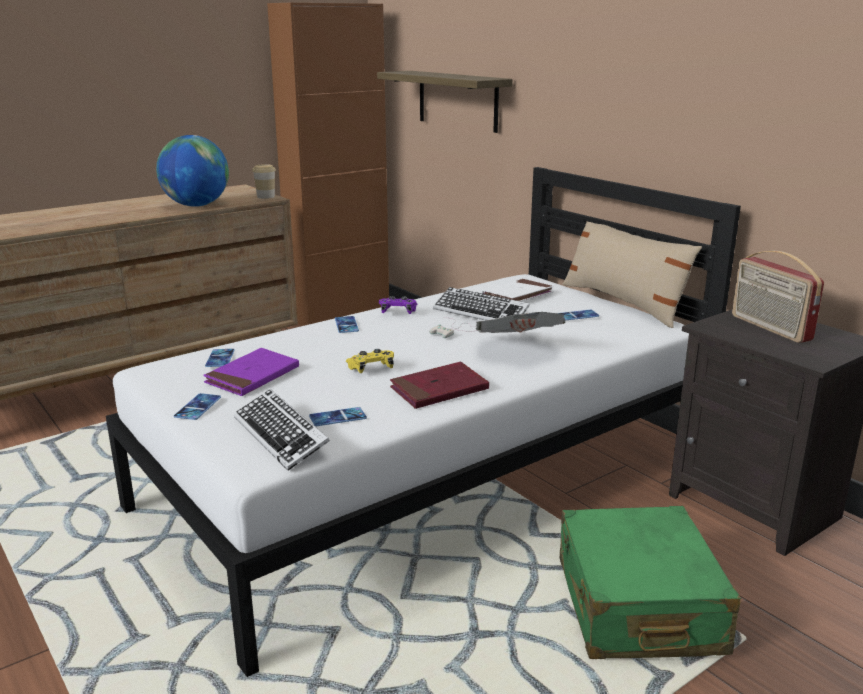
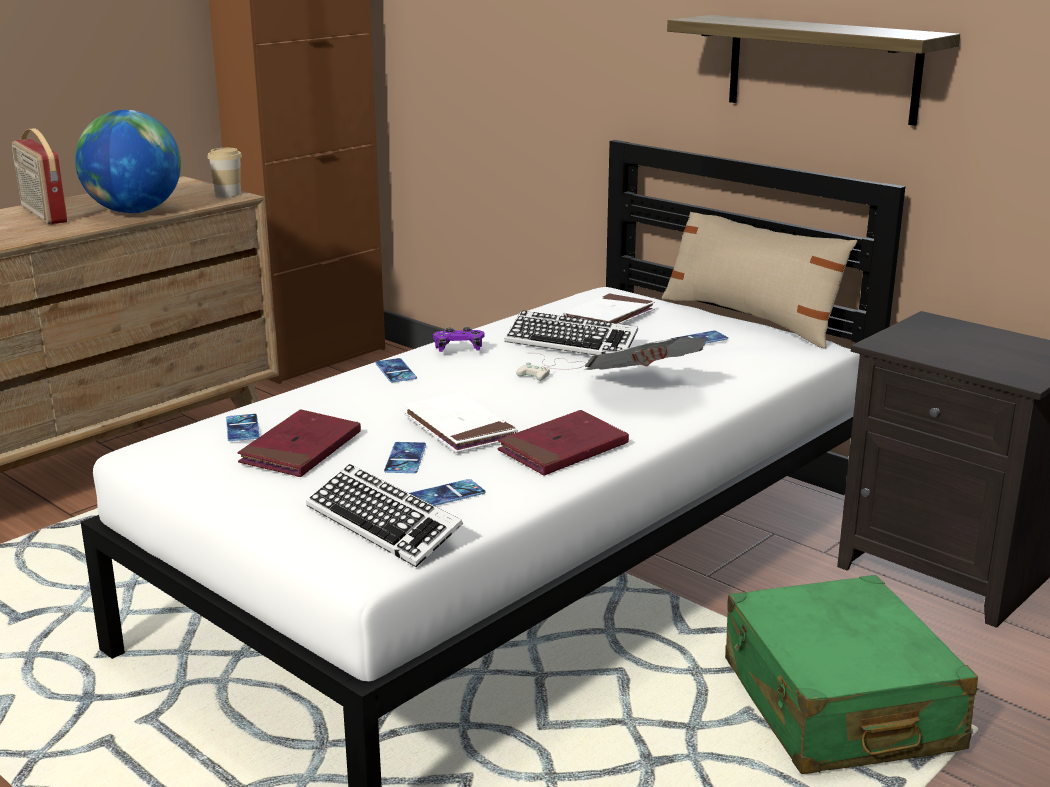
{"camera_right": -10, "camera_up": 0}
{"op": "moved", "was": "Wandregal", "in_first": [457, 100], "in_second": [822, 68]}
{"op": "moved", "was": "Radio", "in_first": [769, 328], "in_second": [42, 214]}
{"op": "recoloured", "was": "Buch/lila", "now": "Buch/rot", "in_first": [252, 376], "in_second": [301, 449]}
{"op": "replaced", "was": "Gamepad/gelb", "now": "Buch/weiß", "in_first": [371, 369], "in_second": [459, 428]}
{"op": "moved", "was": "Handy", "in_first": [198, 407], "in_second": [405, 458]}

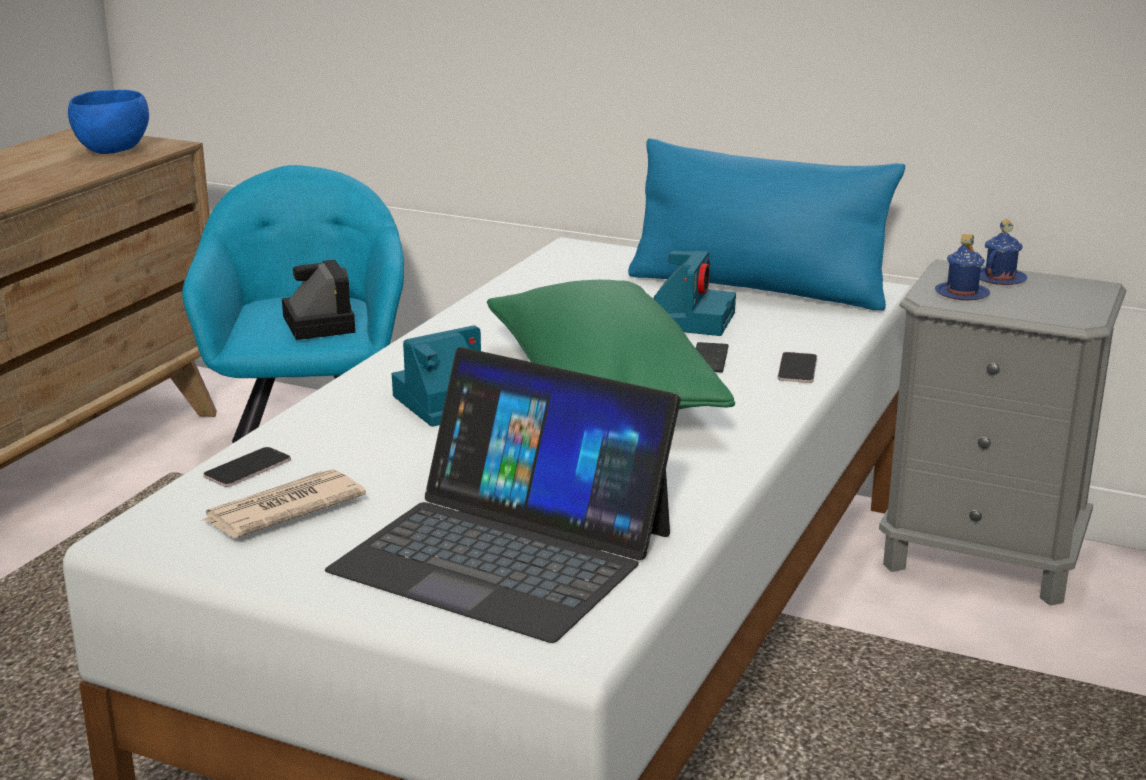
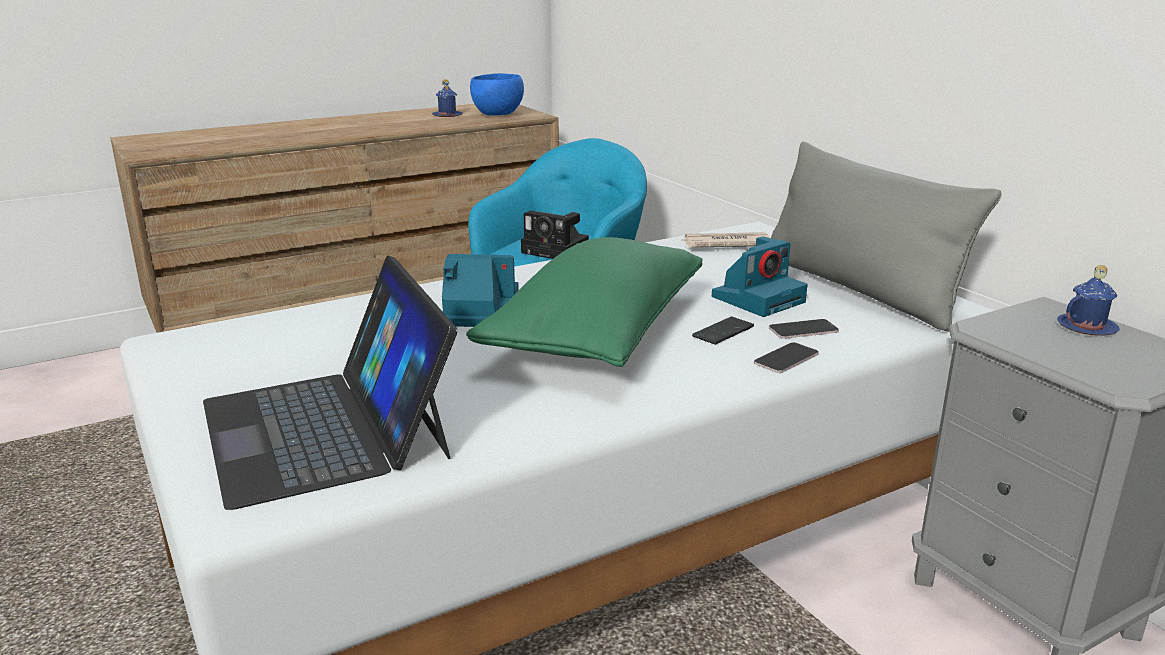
{"camera_right": 35, "camera_up": 0}
{"op": "recoloured", "was": "Kissen/blau", "now": "Kissen/grau", "in_first": [757, 288], "in_second": [857, 288]}
{"op": "moved", "was": "Henkelbecher/blau", "in_first": [962, 294], "in_second": [447, 115]}
{"op": "turned", "was": "Kamera", "in_first": [317, 323], "in_second": [558, 251], "clockwise": 105}
{"op": "moved", "was": "Handy", "in_first": [247, 468], "in_second": [803, 330]}
{"op": "moved", "was": "Zeitung", "in_first": [282, 510], "in_second": [726, 244]}

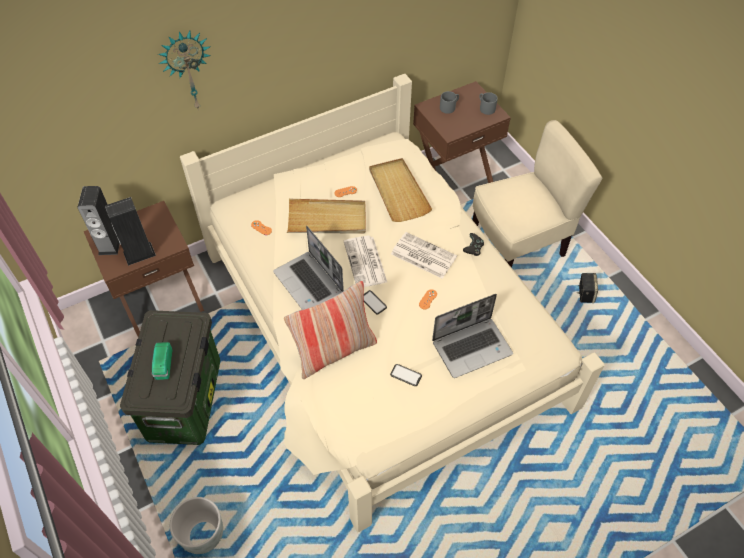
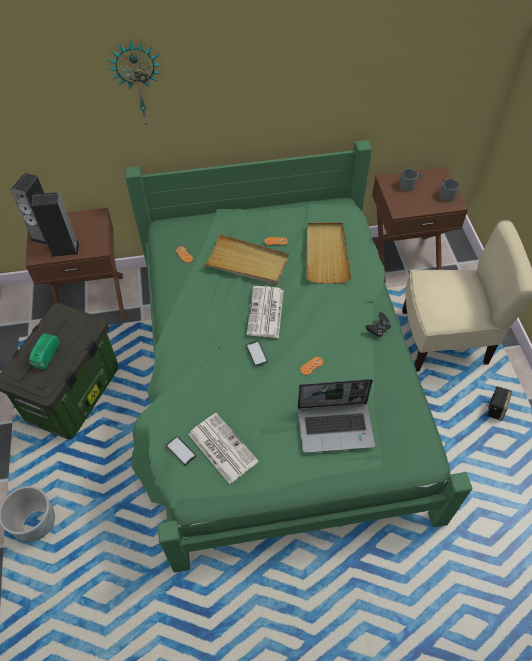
{"camera_right": 20, "camera_up": 0}
{"op": "recoloured", "was": "Bett/beige", "now": "Bett/grün", "in_first": [381, 328], "in_second": [276, 382]}
{"op": "removed", "was": "Laptop", "in_first": [309, 283]}
{"op": "moved", "was": "Zeitung", "in_first": [422, 255], "in_second": [221, 447]}
{"op": "removed", "was": "Kissen", "in_first": [334, 351]}
{"op": "moved", "was": "Handy", "in_first": [406, 375], "in_second": [181, 451]}

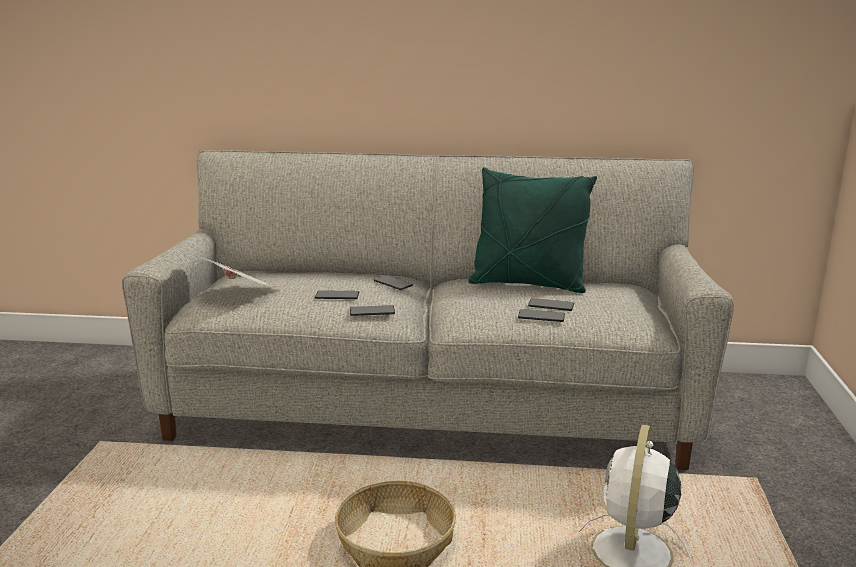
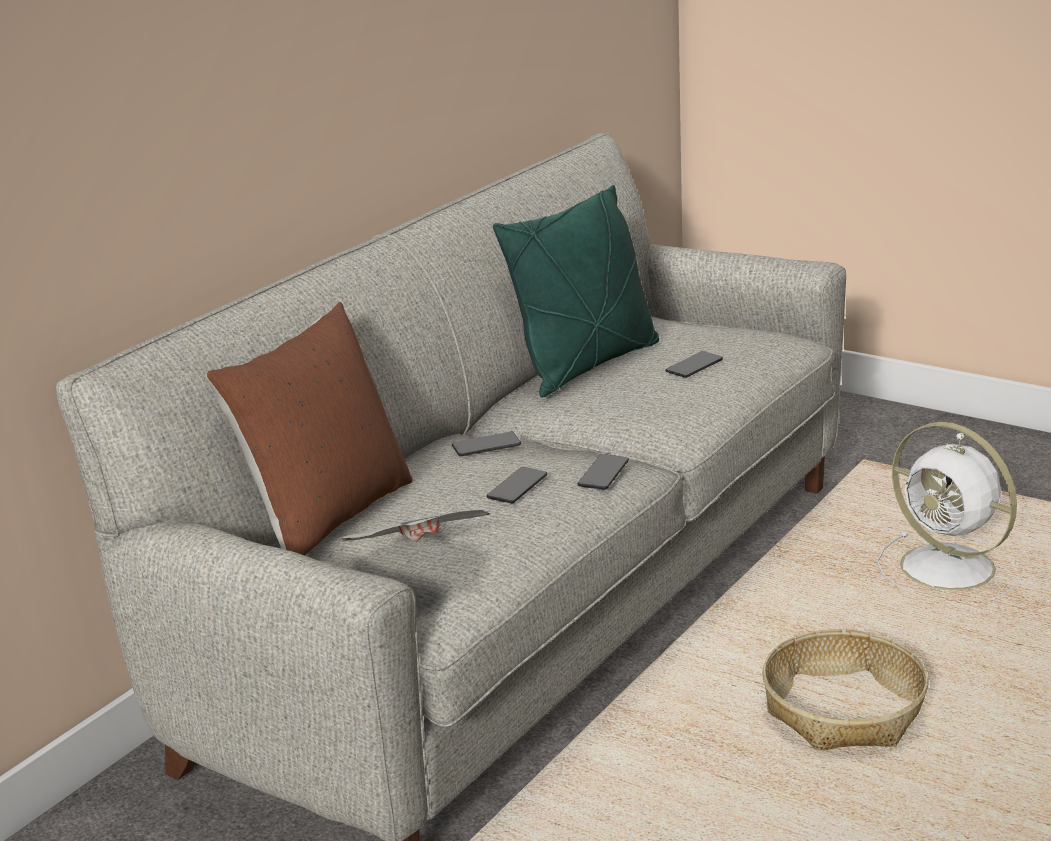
{"camera_right": -60, "camera_up": 5}
{"op": "removed", "was": "Handy", "in_first": [541, 317]}
{"op": "added", "now": "Kissen/braun", "in_second": [327, 517]}

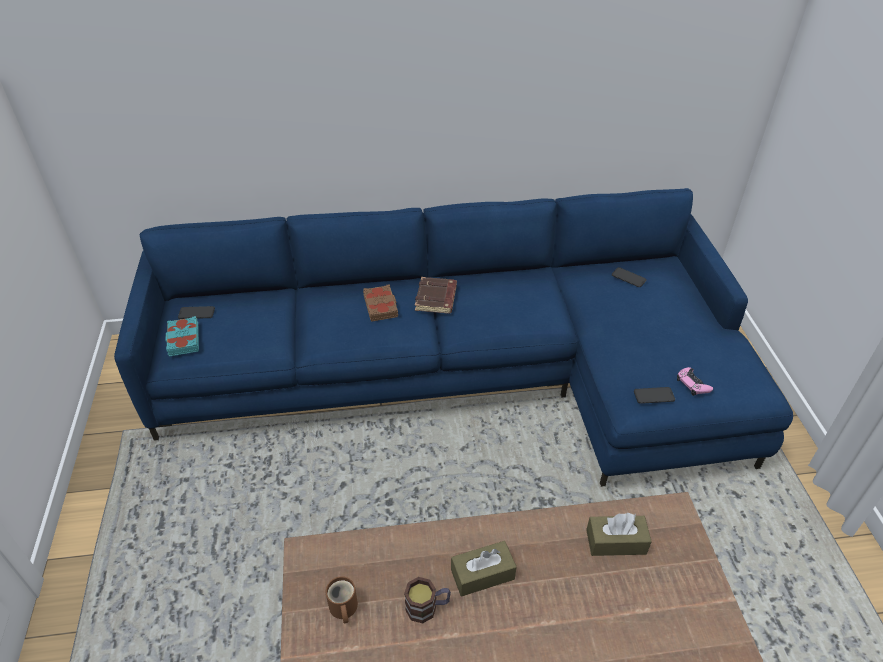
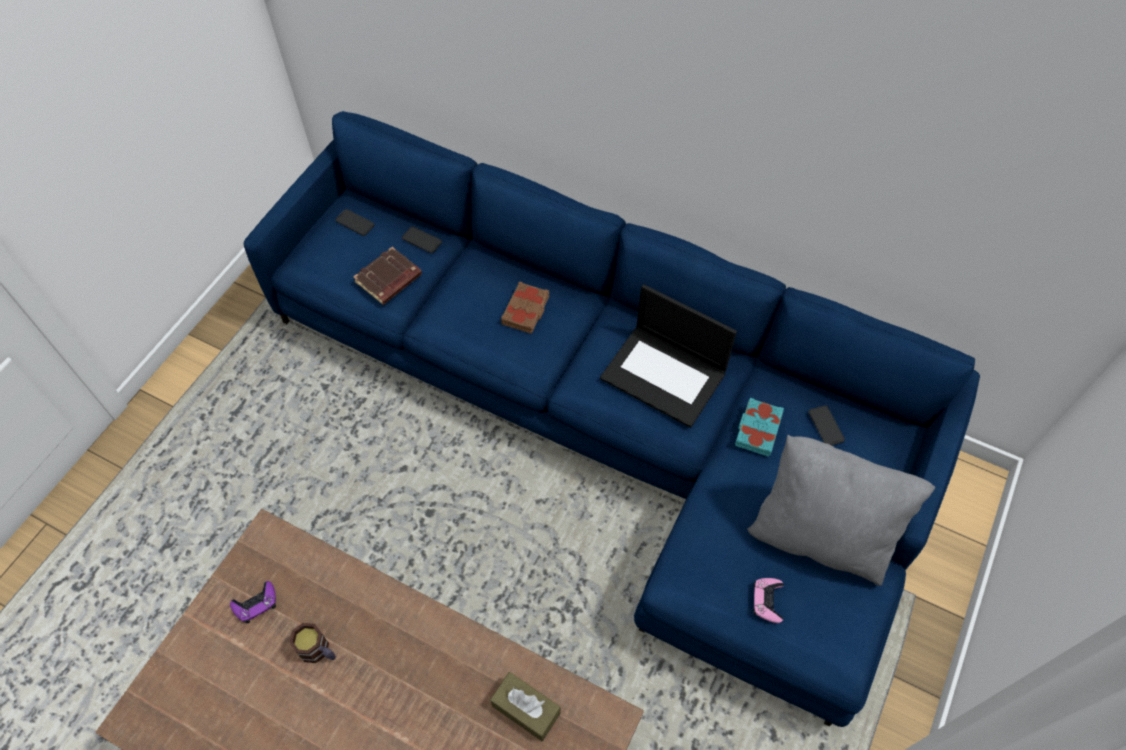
{"camera_right": 35, "camera_up": 15}
{"op": "moved", "was": "Buch/braun", "in_first": [436, 299], "in_second": [388, 280]}
{"op": "moved", "was": "Buch/türkis", "in_first": [183, 340], "in_second": [757, 429]}
{"op": "moved", "was": "Handy", "in_first": [654, 395], "in_second": [421, 240]}
{"op": "removed", "was": "Taschentuchbox/braun", "in_first": [482, 574]}
{"op": "replaced", "was": "Henkelbecher/braun", "now": "Gamepad/lila", "in_first": [342, 608], "in_second": [256, 604]}
{"op": "added", "now": "Laptop", "in_second": [665, 375]}
{"op": "added", "now": "Kissen/grau", "in_second": [820, 535]}

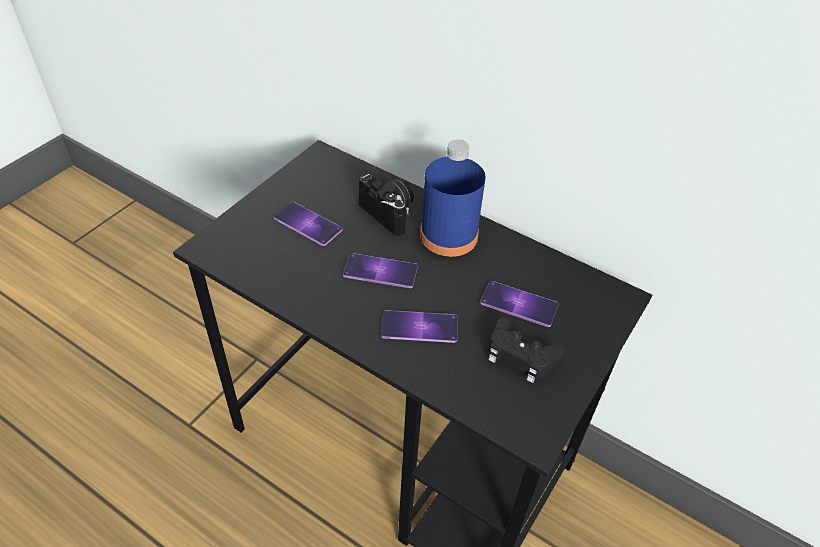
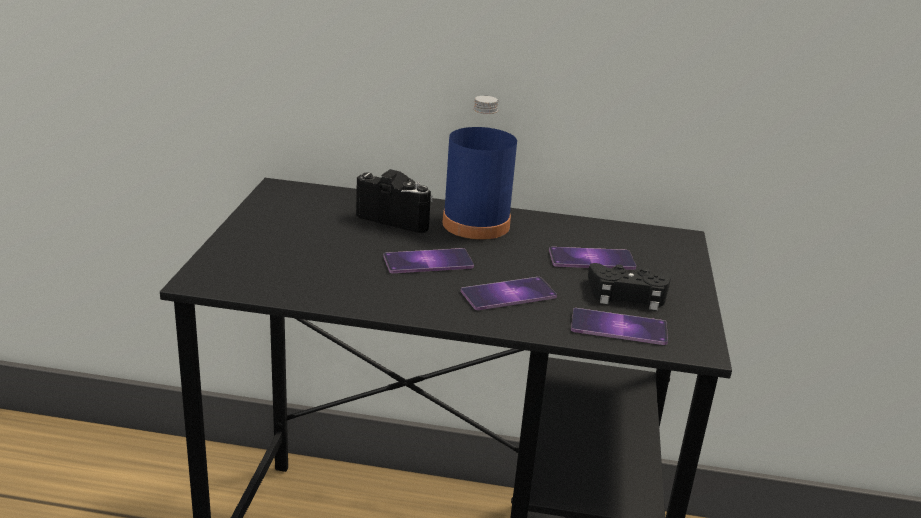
{"camera_right": -25, "camera_up": -20}
{"op": "moved", "was": "Handy", "in_first": [307, 224], "in_second": [619, 327]}

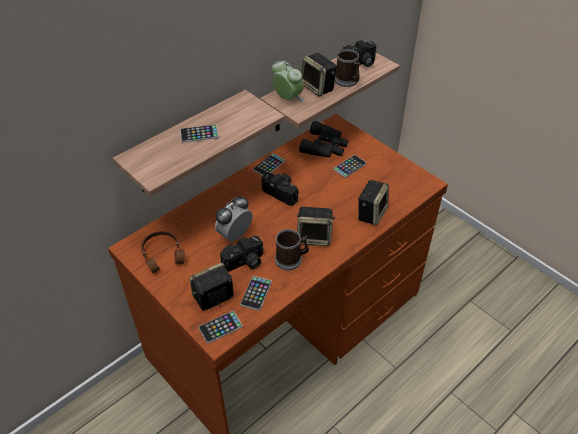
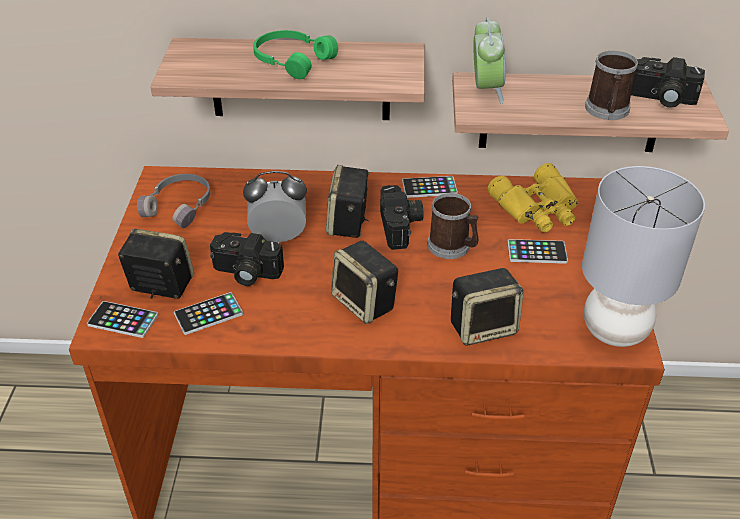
{"camera_right": 45, "camera_up": -5}
{"op": "moved", "was": "Lautsprecher", "in_first": [318, 87], "in_second": [348, 223]}
{"op": "recoloured", "was": "Fernglas/schwarz", "now": "Fernglas/gelb", "in_first": [325, 146], "in_second": [538, 208]}
{"op": "replaced", "was": "Handy", "now": "Kopfhörer/grün", "in_first": [199, 134], "in_second": [292, 60]}
{"op": "moved", "was": "Henkelbecher", "in_first": [291, 259], "in_second": [453, 247]}
{"op": "recoloured", "was": "Kopfhörer/braun", "now": "Kopfhörer/grau", "in_first": [163, 254], "in_second": [180, 206]}
{"op": "added", "now": "Tischlampe/grau", "in_second": [614, 330]}

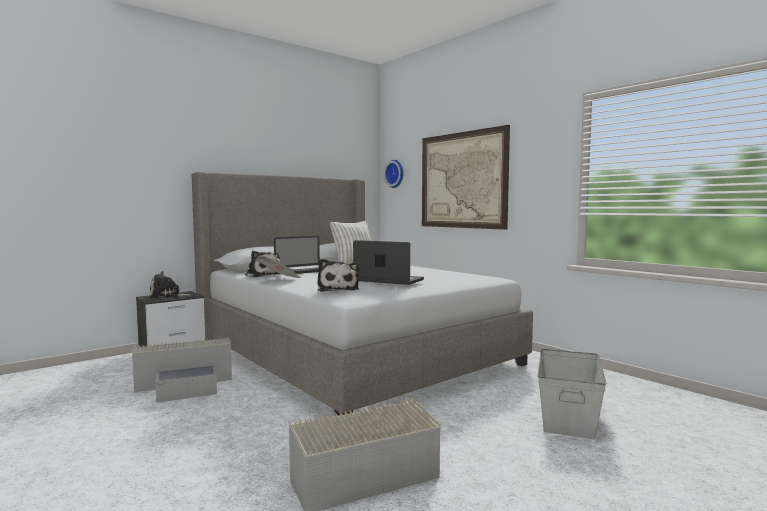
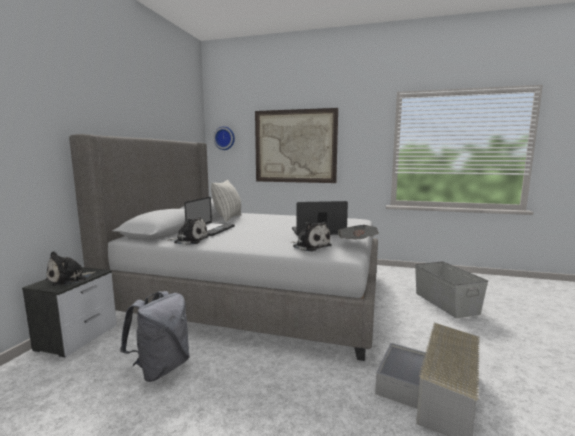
{"camera_right": -35, "camera_up": 5}
{"op": "moved", "was": "Zeitung", "in_first": [279, 279], "in_second": [357, 244]}
{"op": "replaced", "was": "Aufbewahrungsbox/grau", "now": "Rucksack/grau", "in_first": [186, 383], "in_second": [161, 368]}

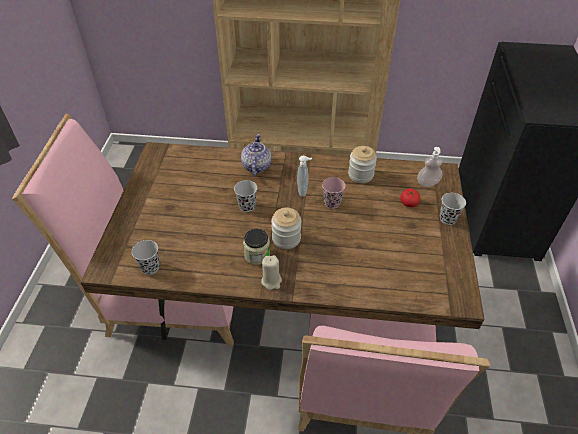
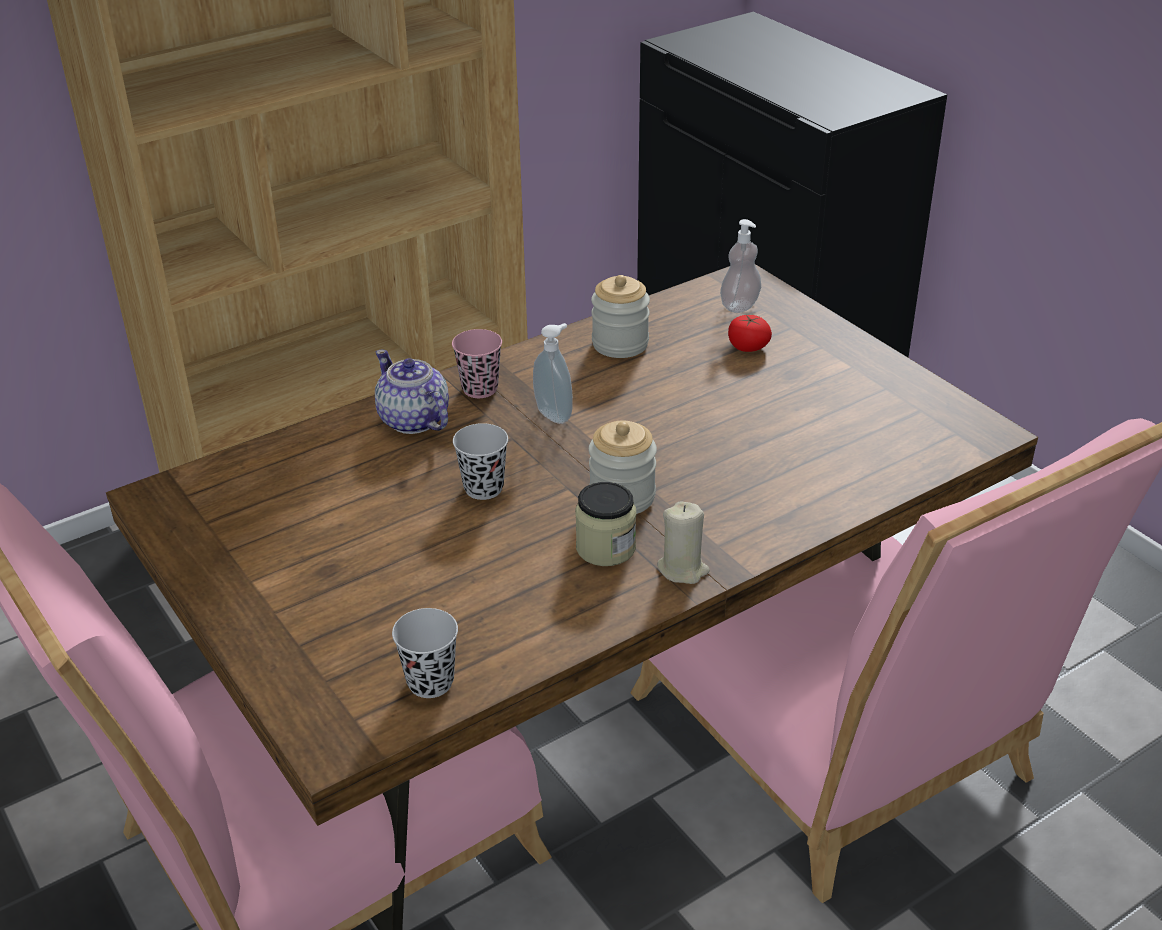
{"camera_right": -40, "camera_up": -10}
{"op": "moved", "was": "Tasse/rosa", "in_first": [332, 203], "in_second": [480, 389]}
{"op": "removed", "was": "Tasse/schwarz", "in_first": [447, 219]}

